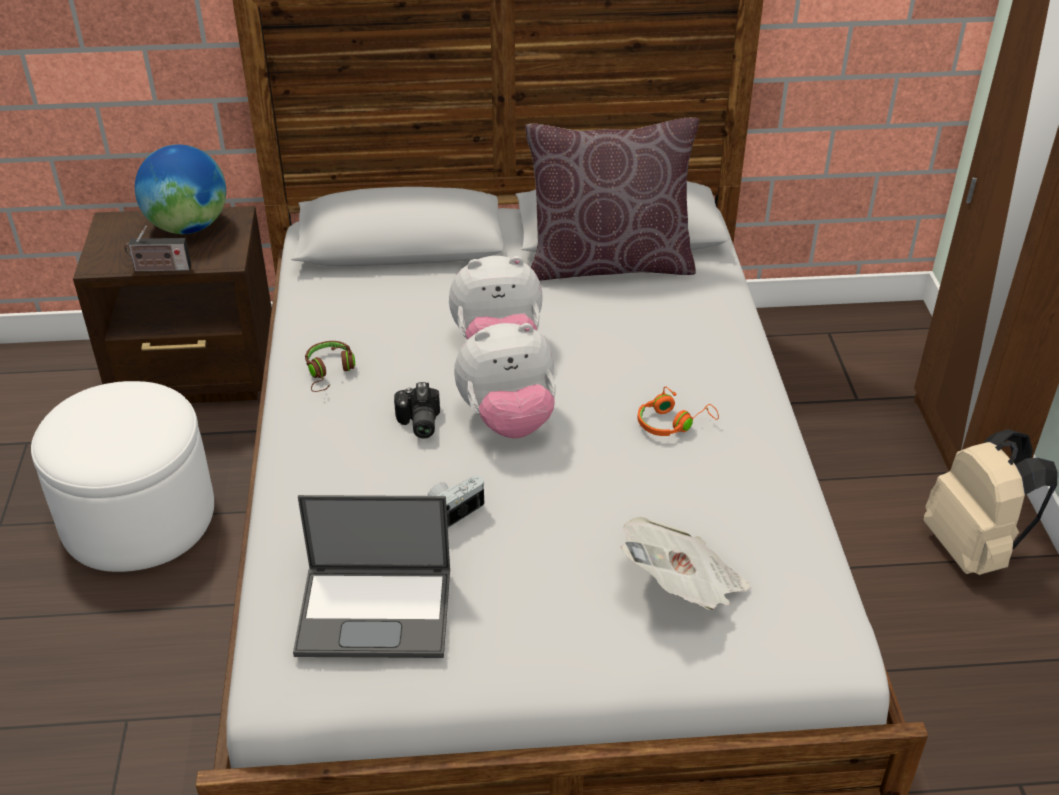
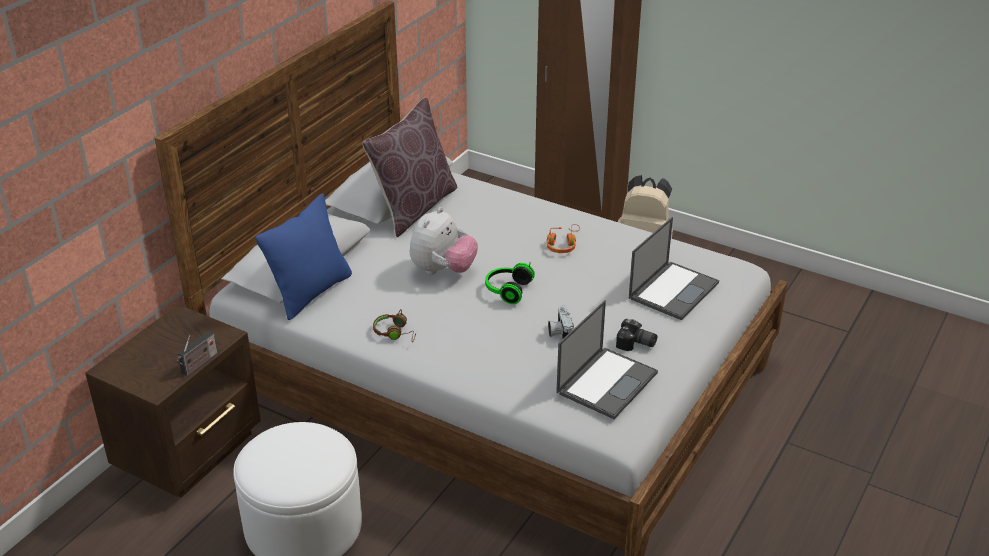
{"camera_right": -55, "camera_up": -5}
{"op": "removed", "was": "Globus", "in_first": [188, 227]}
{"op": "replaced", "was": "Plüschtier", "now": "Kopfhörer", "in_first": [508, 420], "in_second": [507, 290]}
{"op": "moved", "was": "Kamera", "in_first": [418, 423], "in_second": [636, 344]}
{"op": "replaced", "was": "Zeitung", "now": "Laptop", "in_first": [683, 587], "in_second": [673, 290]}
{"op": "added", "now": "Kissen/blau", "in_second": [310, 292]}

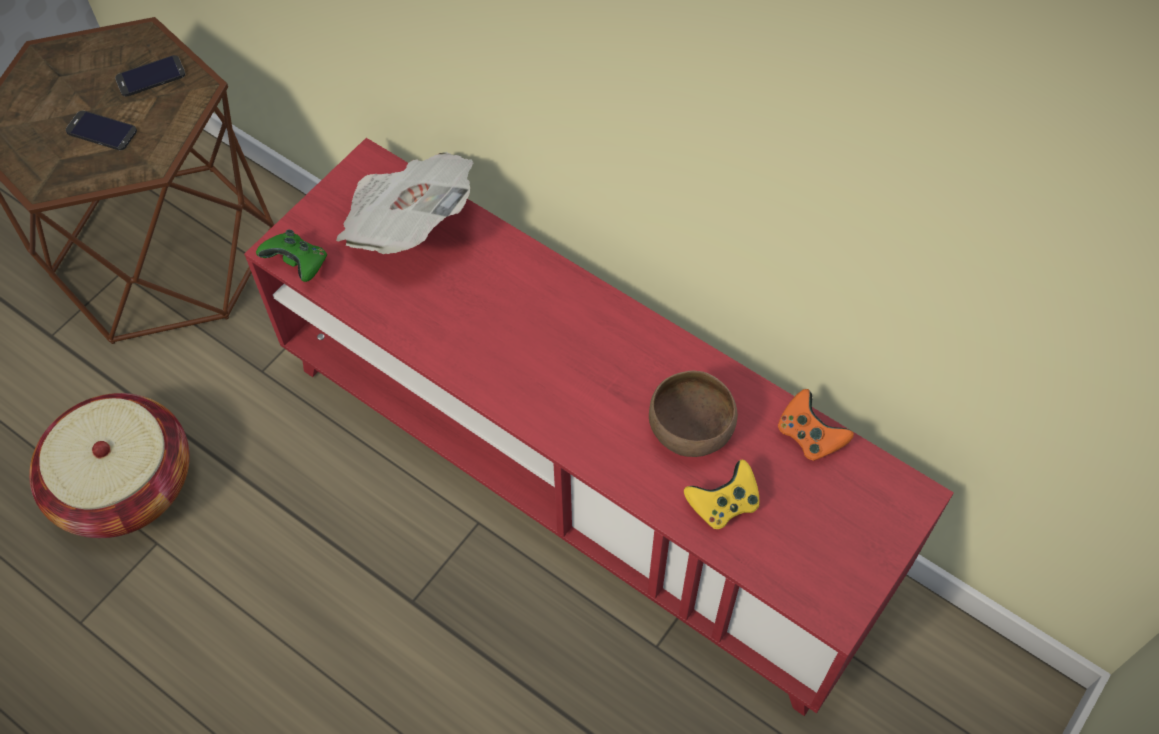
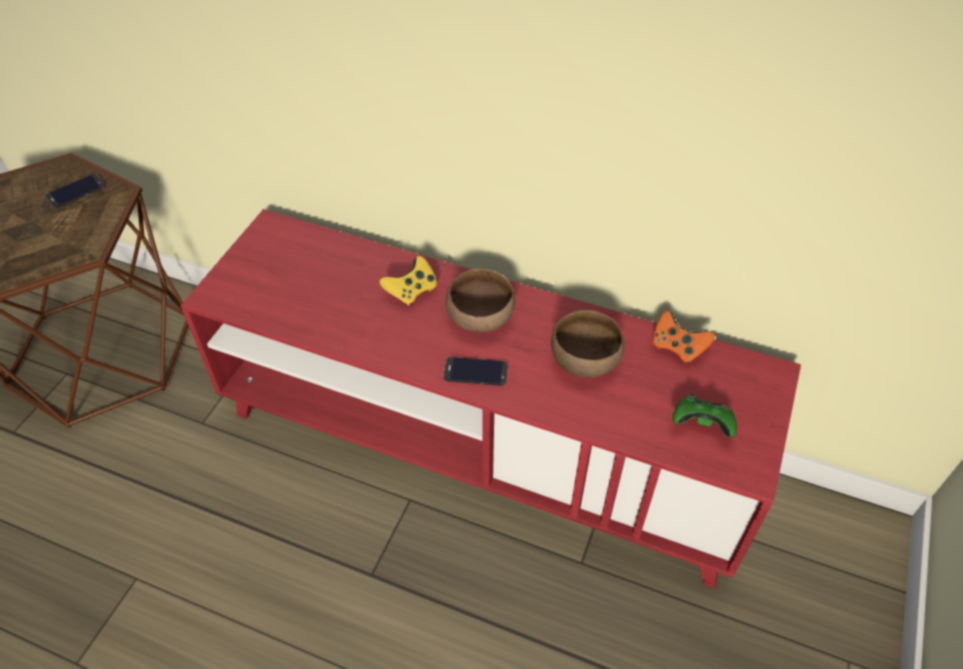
{"camera_right": -15, "camera_up": -10}
{"op": "moved", "was": "Handy", "in_first": [101, 131], "in_second": [475, 372]}
{"op": "removed", "was": "Zeitung", "in_first": [407, 224]}
{"op": "moved", "was": "Gamepad/grün", "in_first": [298, 265], "in_second": [702, 424]}
{"op": "removed", "was": "Korb", "in_first": [124, 484]}
{"op": "moved", "was": "Gamepad/gelb", "in_first": [723, 504], "in_second": [411, 291]}
{"op": "added", "now": "Schüssel/braun", "in_second": [481, 319]}

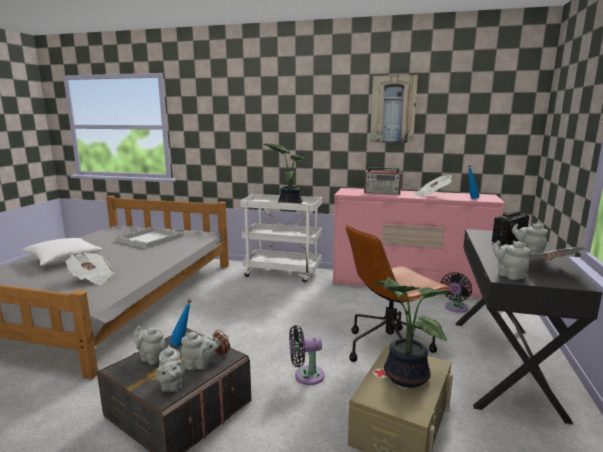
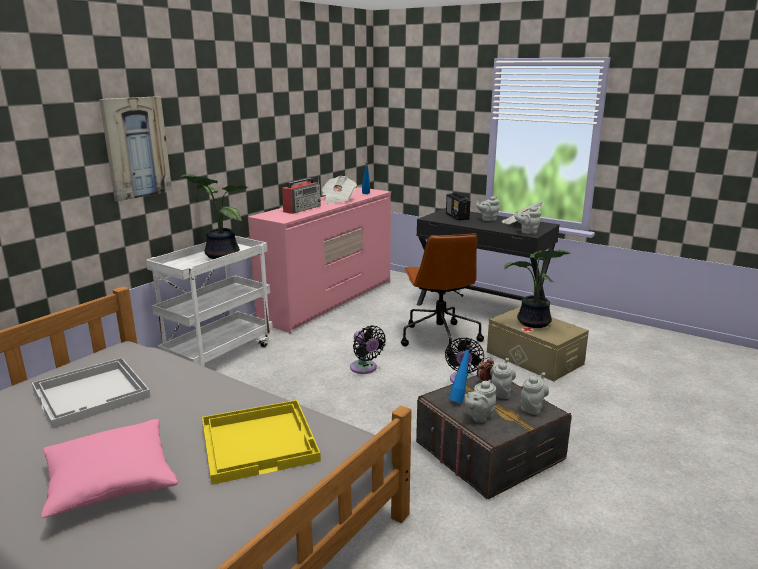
{"camera_right": -70, "camera_up": 5}
{"op": "moved", "was": "Bild", "in_first": [393, 109], "in_second": [136, 147]}
{"op": "recoloured", "was": "Kissen/weiß", "now": "Kissen/rosa", "in_first": [64, 259], "in_second": [111, 482]}
{"op": "replaced", "was": "Zeitung", "now": "Tablett/gelb", "in_first": [92, 278], "in_second": [259, 441]}
{"op": "moved", "was": "Ventilator/schwarz", "in_first": [455, 308], "in_second": [365, 368]}
{"op": "turned", "was": "Teekanne/grau", "in_first": [171, 386], "in_second": [532, 407], "clockwise": -60}

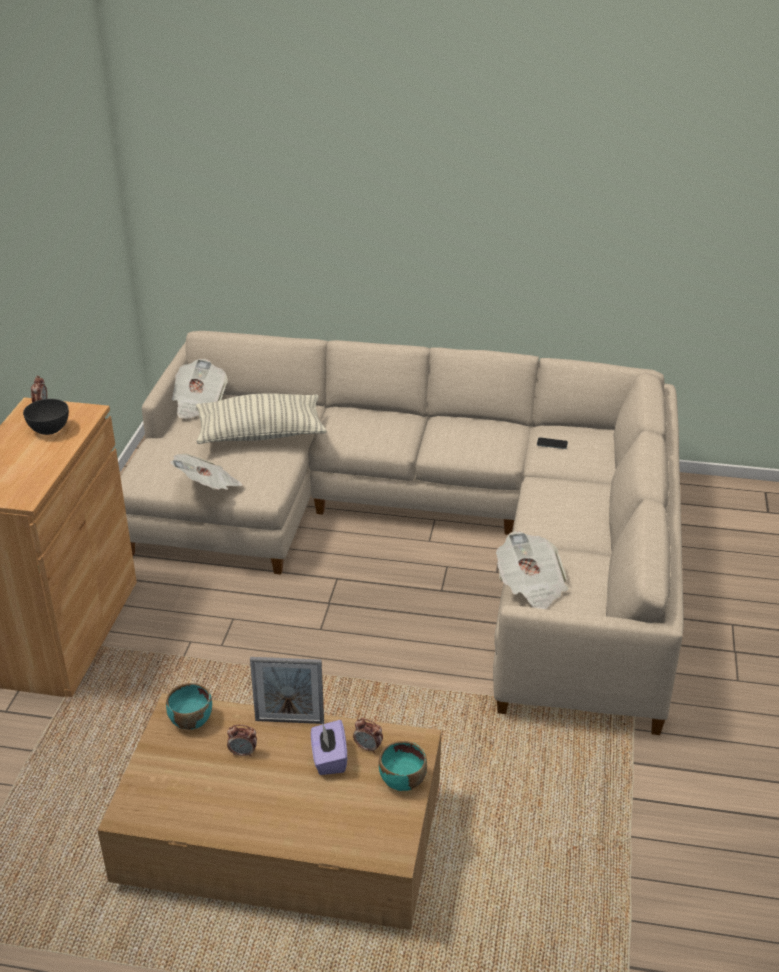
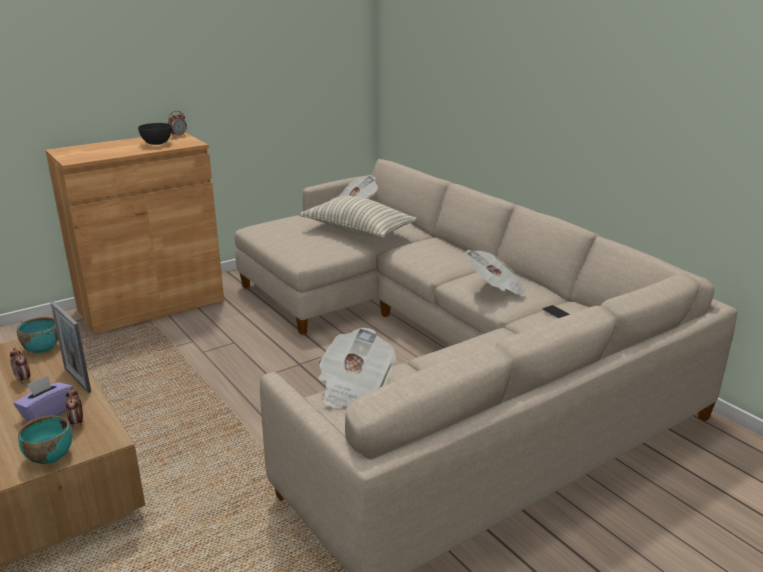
{"camera_right": 45, "camera_up": -10}
{"op": "moved", "was": "Zeitung", "in_first": [208, 487], "in_second": [496, 288]}

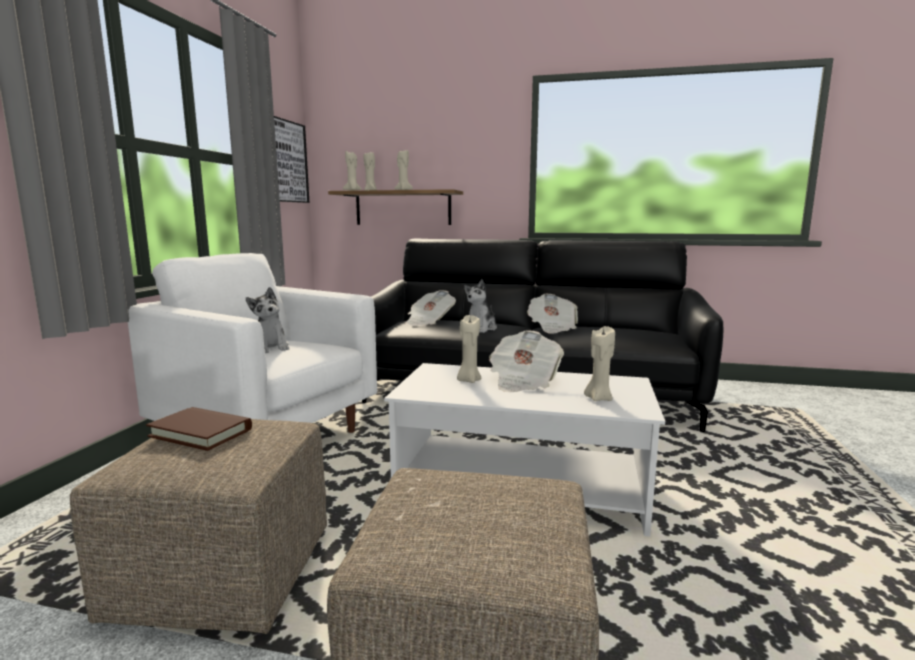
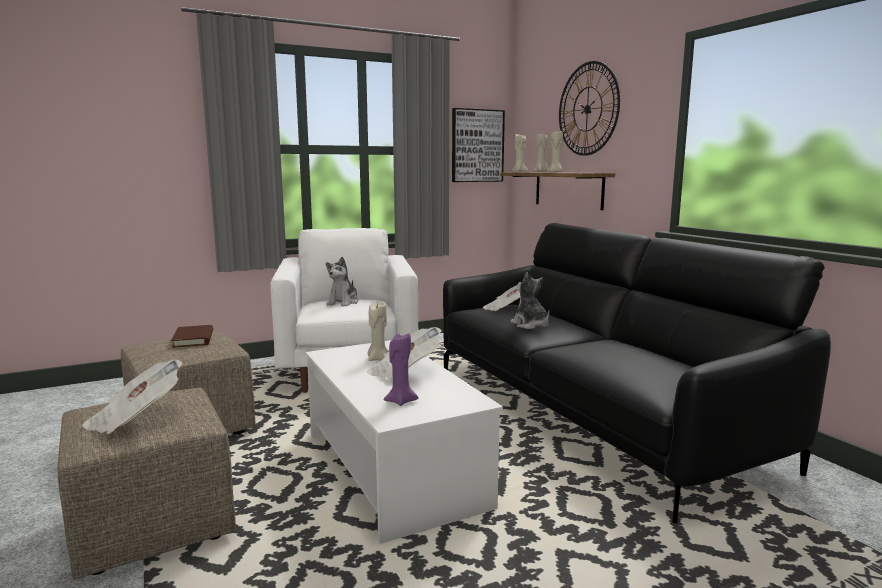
{"camera_right": 50, "camera_up": 0}
{"op": "turned", "was": "Plüschtier", "in_first": [481, 328], "in_second": [530, 325], "clockwise": 75}
{"op": "moved", "was": "Zeitung", "in_first": [552, 328], "in_second": [136, 419]}
{"op": "recoloured", "was": "Kerze/beige", "now": "Kerze/lila", "in_first": [598, 398], "in_second": [400, 401]}
{"op": "added", "now": "Wanduhr", "in_second": [587, 109]}

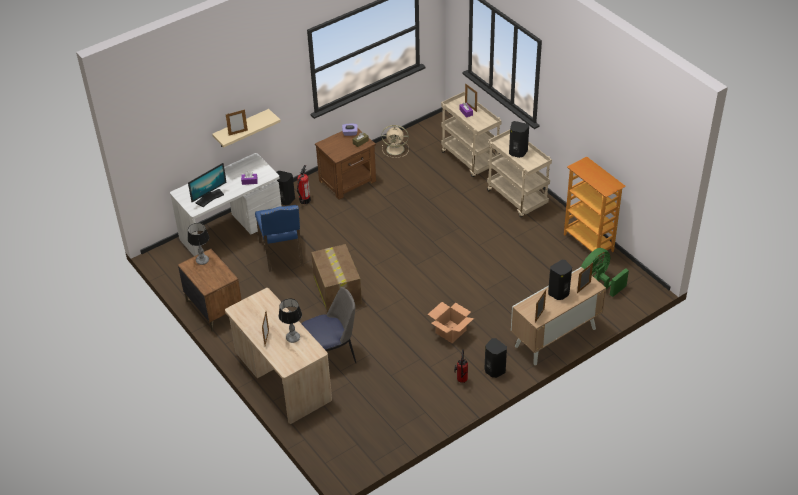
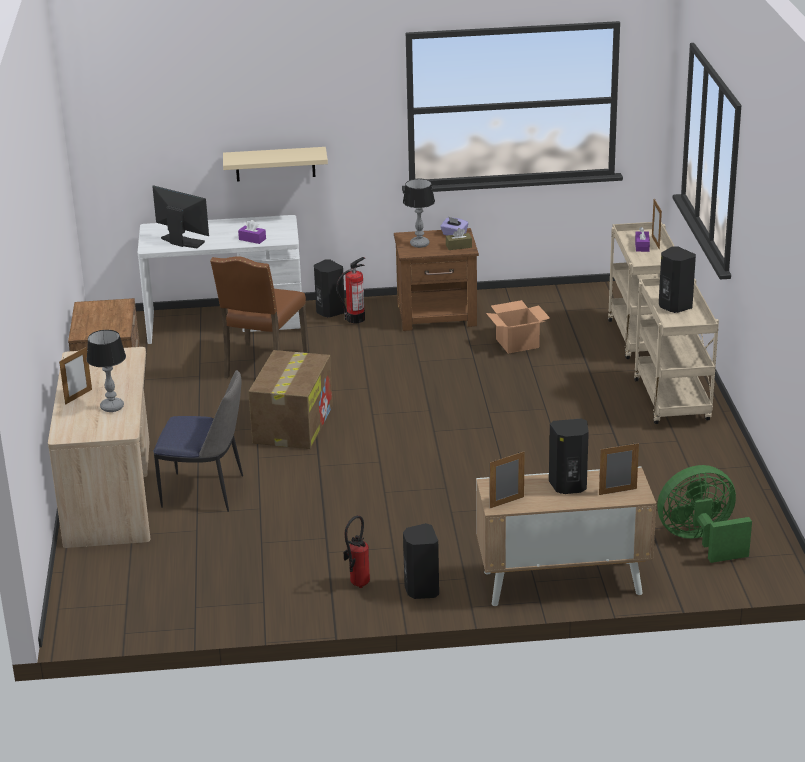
{"camera_right": 30, "camera_up": -15}
{"op": "removed", "was": "Bilderrahmen", "in_first": [238, 132]}
{"op": "removed", "was": "Ventilator/beige", "in_first": [396, 149]}
{"op": "removed", "was": "Bücherregal", "in_first": [589, 243]}
{"op": "turned", "was": "Monitor", "in_first": [209, 198], "in_second": [182, 241], "clockwise": -135}
{"op": "recoloured", "was": "Stuhl/blau", "now": "Stuhl/braun", "in_first": [283, 254], "in_second": [263, 365]}
{"op": "moved", "was": "Tischlampe", "in_first": [202, 260], "in_second": [419, 244]}
{"op": "moved", "was": "Karton", "in_first": [450, 332], "in_second": [517, 344]}

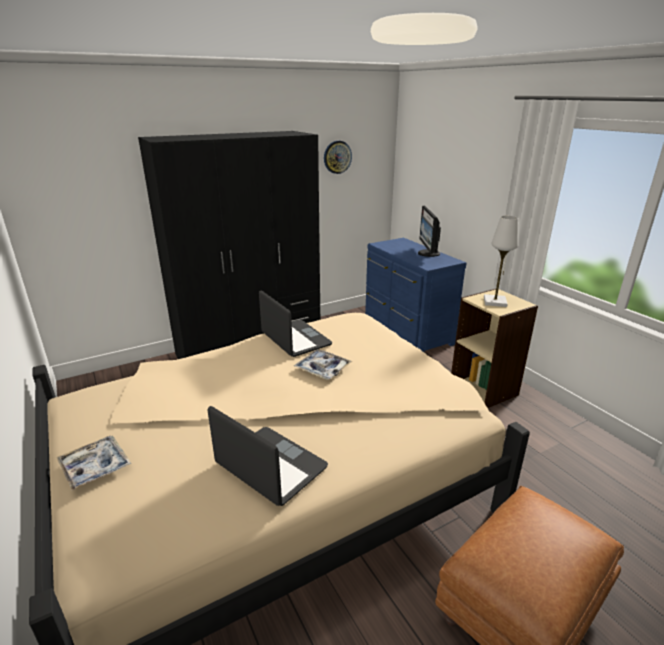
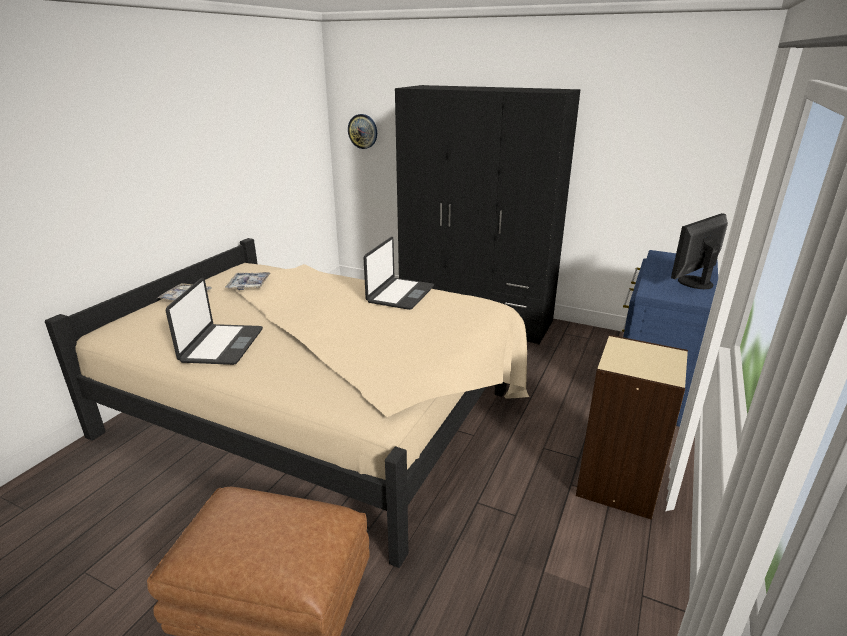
{"camera_right": 55, "camera_up": 0}
{"op": "moved", "was": "Wanduhr", "in_first": [337, 157], "in_second": [363, 131]}
{"op": "removed", "was": "Tischlampe/weiß", "in_first": [495, 302]}
{"op": "moved", "was": "Tablett", "in_first": [322, 369], "in_second": [249, 285]}

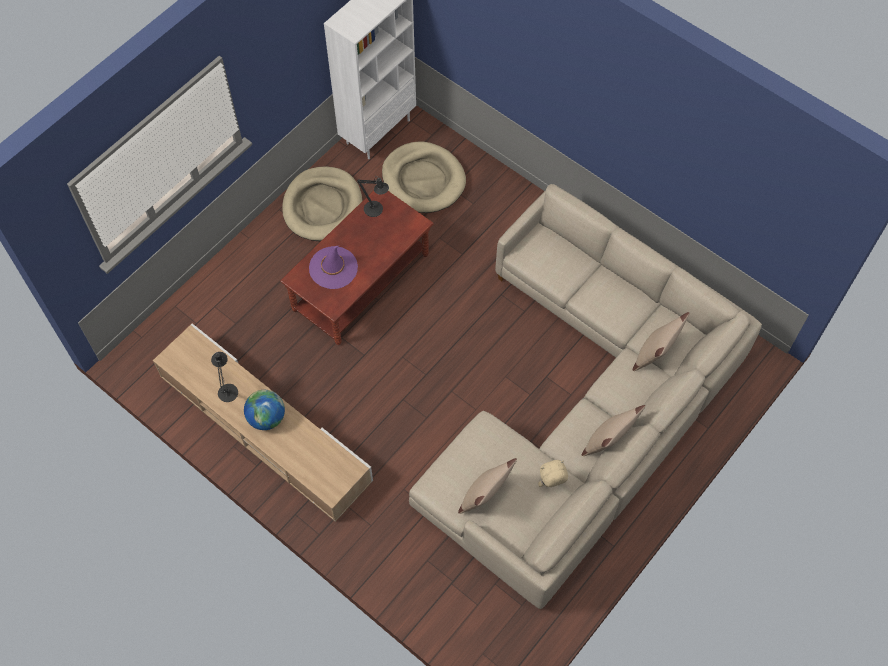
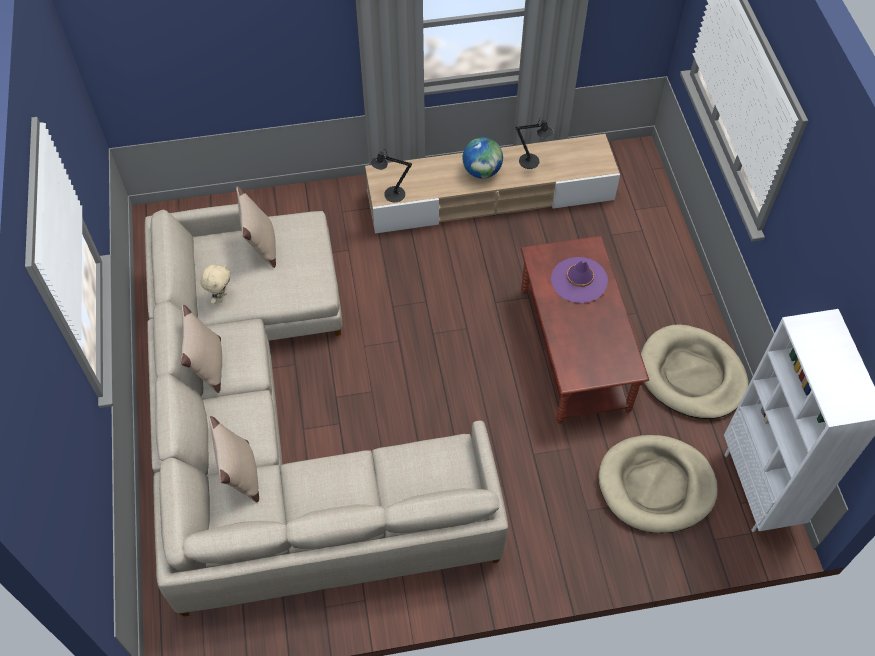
{"camera_right": 130, "camera_up": -5}
{"op": "moved", "was": "Tischlampe/schwarz", "in_first": [375, 210], "in_second": [391, 195]}

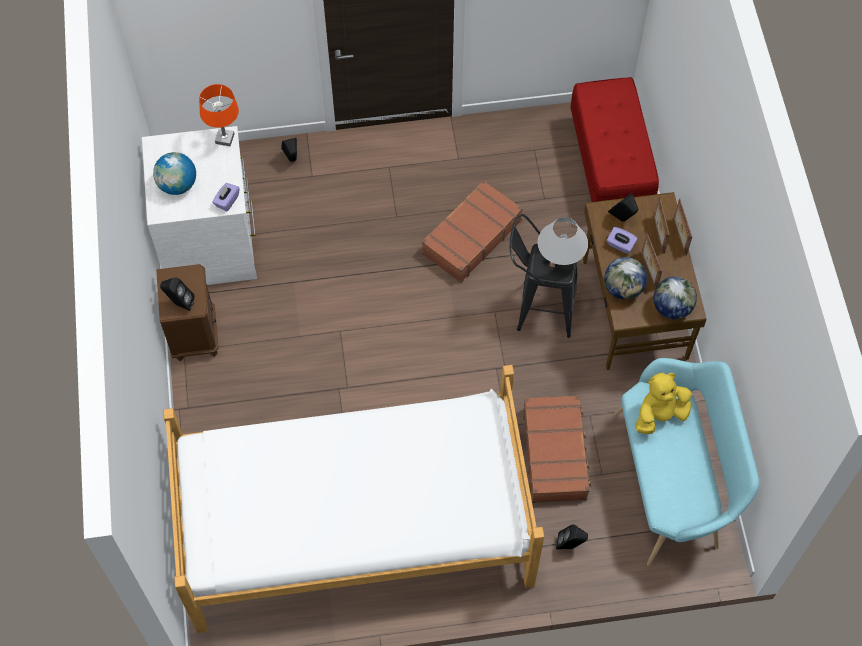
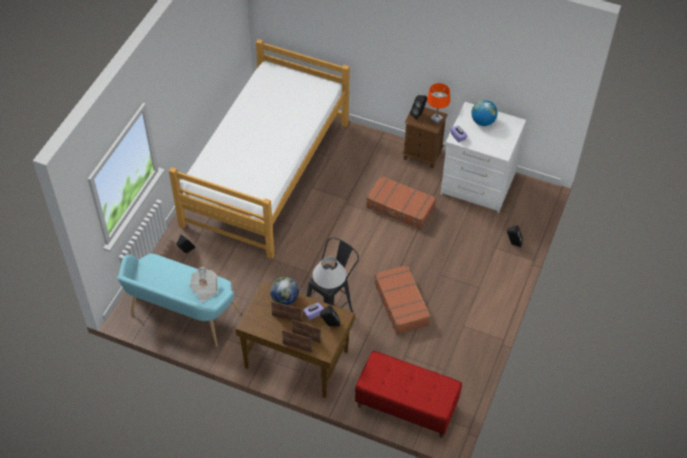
{"camera_right": 120, "camera_up": -10}
{"op": "moved", "was": "Tischlampe/orange", "in_first": [225, 138], "in_second": [436, 120]}
{"op": "removed", "was": "Globus", "in_first": [671, 307]}
{"op": "replaced", "was": "Plüschtier/gelb", "now": "Zeitung", "in_first": [660, 415], "in_second": [204, 289]}
{"op": "moved", "was": "Koffer/braun", "in_first": [555, 453], "in_second": [400, 208]}

